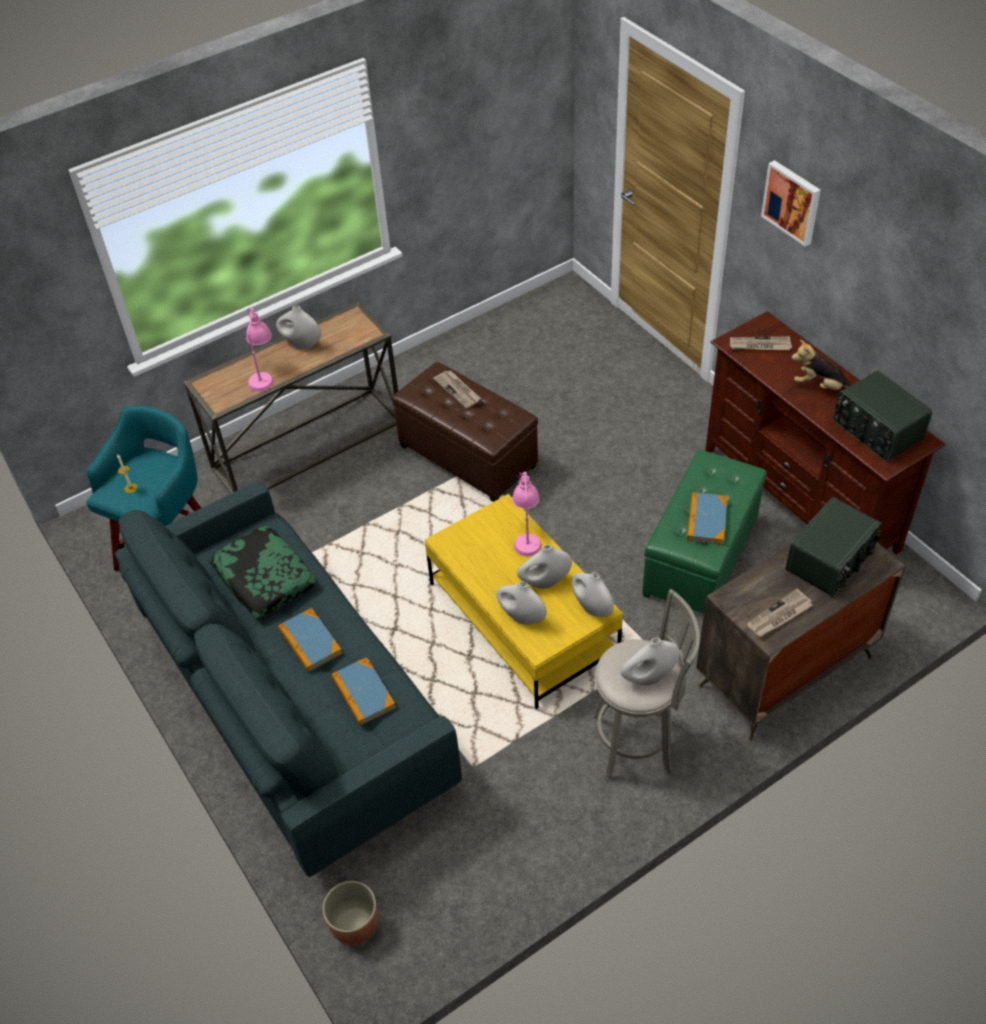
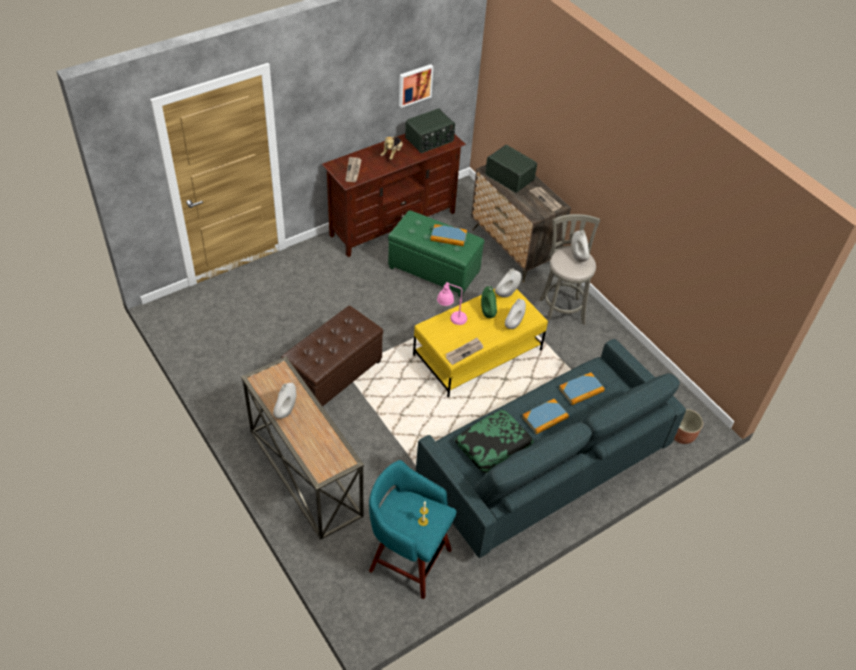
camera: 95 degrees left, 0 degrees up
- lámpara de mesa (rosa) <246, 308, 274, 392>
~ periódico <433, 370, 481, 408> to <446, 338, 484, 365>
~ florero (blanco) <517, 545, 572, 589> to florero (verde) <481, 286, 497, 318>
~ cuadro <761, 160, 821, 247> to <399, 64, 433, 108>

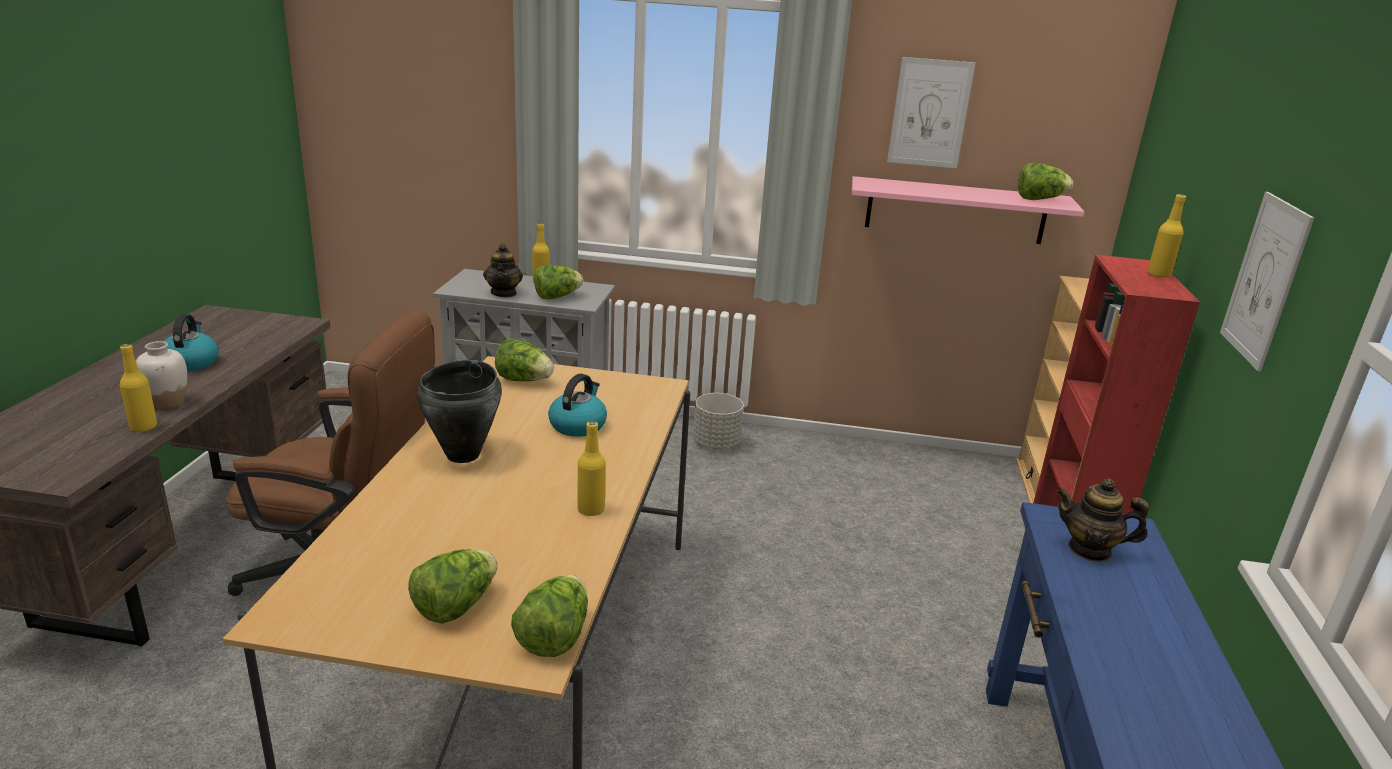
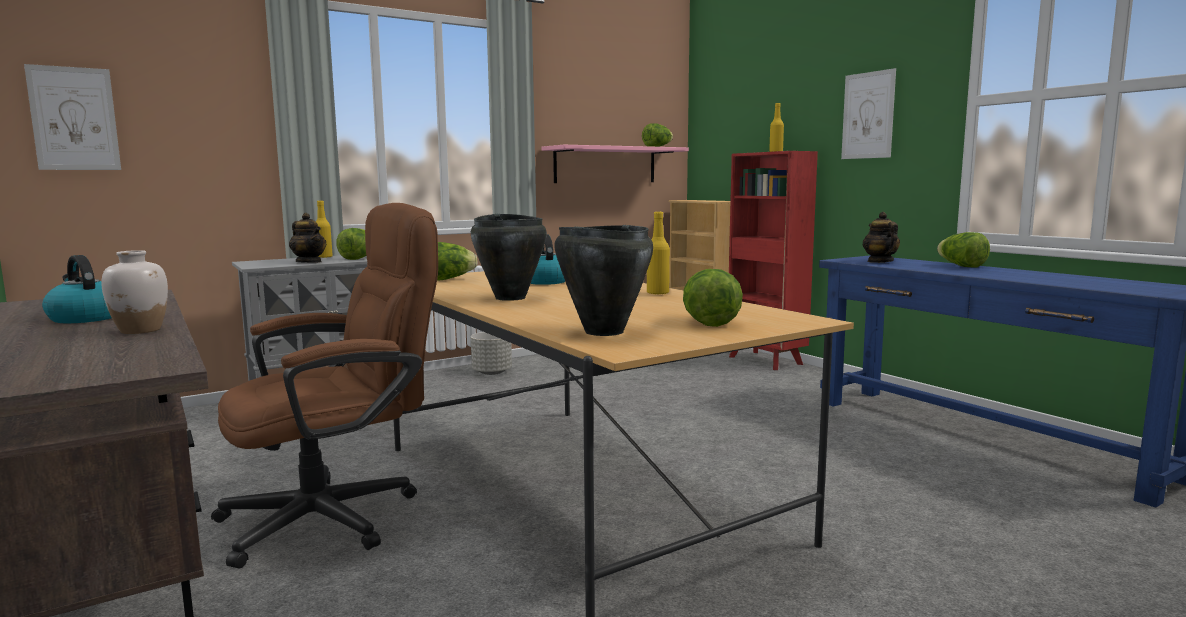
camera: 40 degrees left, 15 degrees down
- botella (amarillo) <120, 344, 157, 432>
~ lechuga <511, 575, 588, 657> to <937, 232, 990, 268>
~ cuadro <887, 57, 975, 168> to <24, 64, 121, 170>
~ tetera <1056, 479, 1149, 562> = <862, 212, 900, 263> 105 degrees clockwise
+ olla (negro) <554, 225, 653, 336>

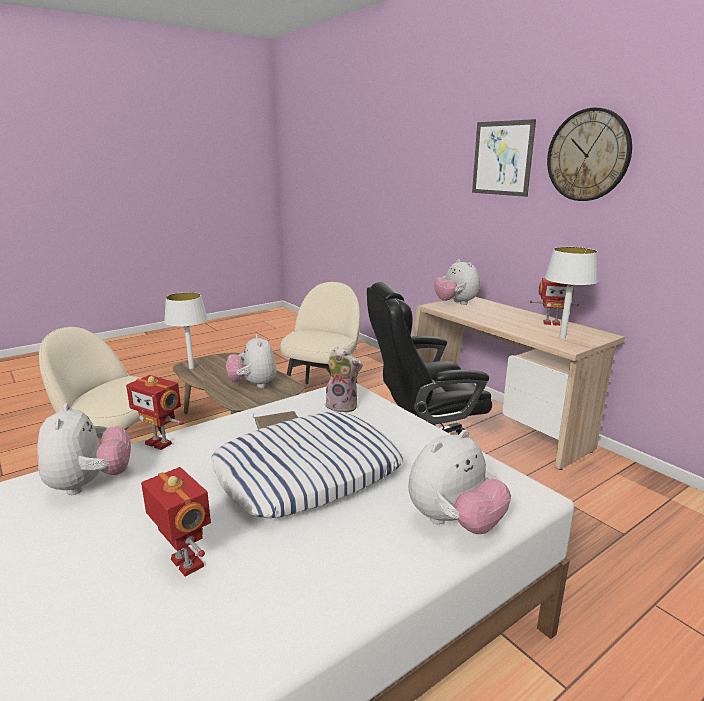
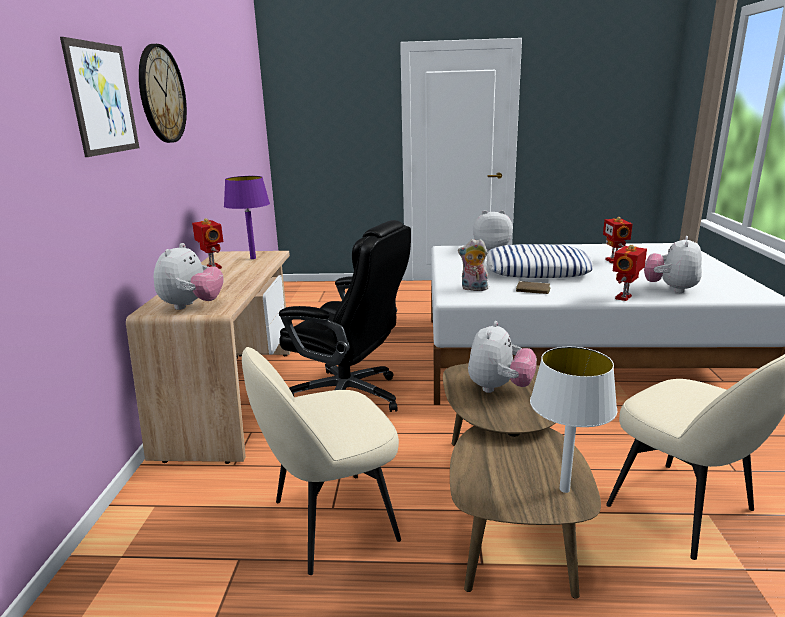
camera: 140 degrees left, 0 degrees up
~ robot de juguete <126, 375, 183, 450> = <613, 245, 647, 301> 120 degrees counterclockwise
~ peluche <325, 347, 363, 413> = <458, 239, 488, 291> 45 degrees counterclockwise
~ lámpara de mesa (blanco) <545, 247, 598, 339> to lámpara de mesa (morado) <224, 176, 270, 259>

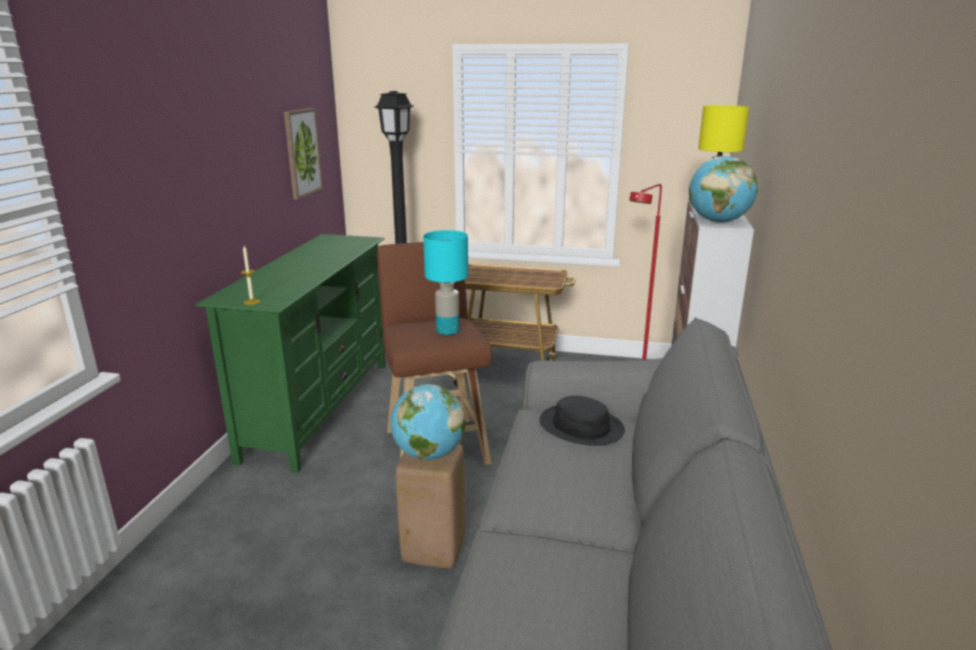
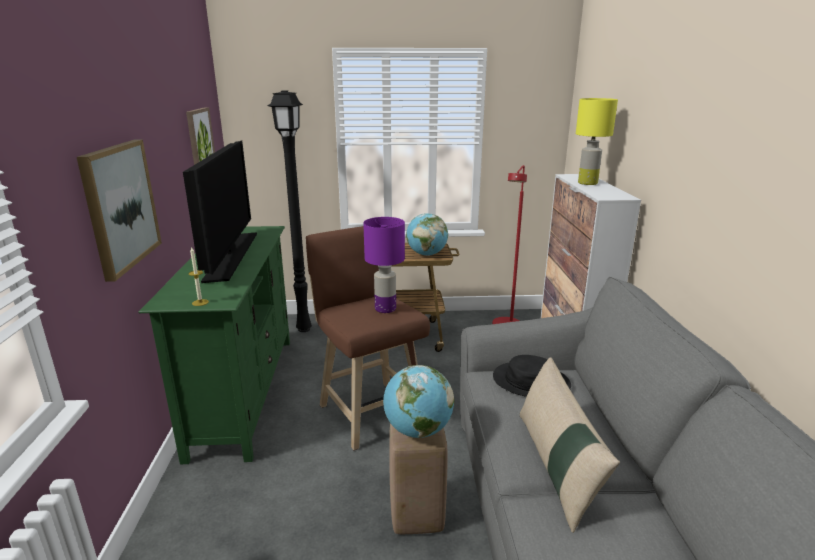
camera: 15 degrees left, 0 degrees up
~ lámpara de mesa (turquesa) <423, 230, 468, 335> to lámpara de mesa (morado) <363, 217, 405, 313>
~ globo terráqueo <689, 156, 758, 223> to <406, 213, 448, 256>
+ cuadro <77, 140, 162, 282>
+ televisor <183, 140, 257, 283>
+ cojín (beis) <520, 357, 620, 533>

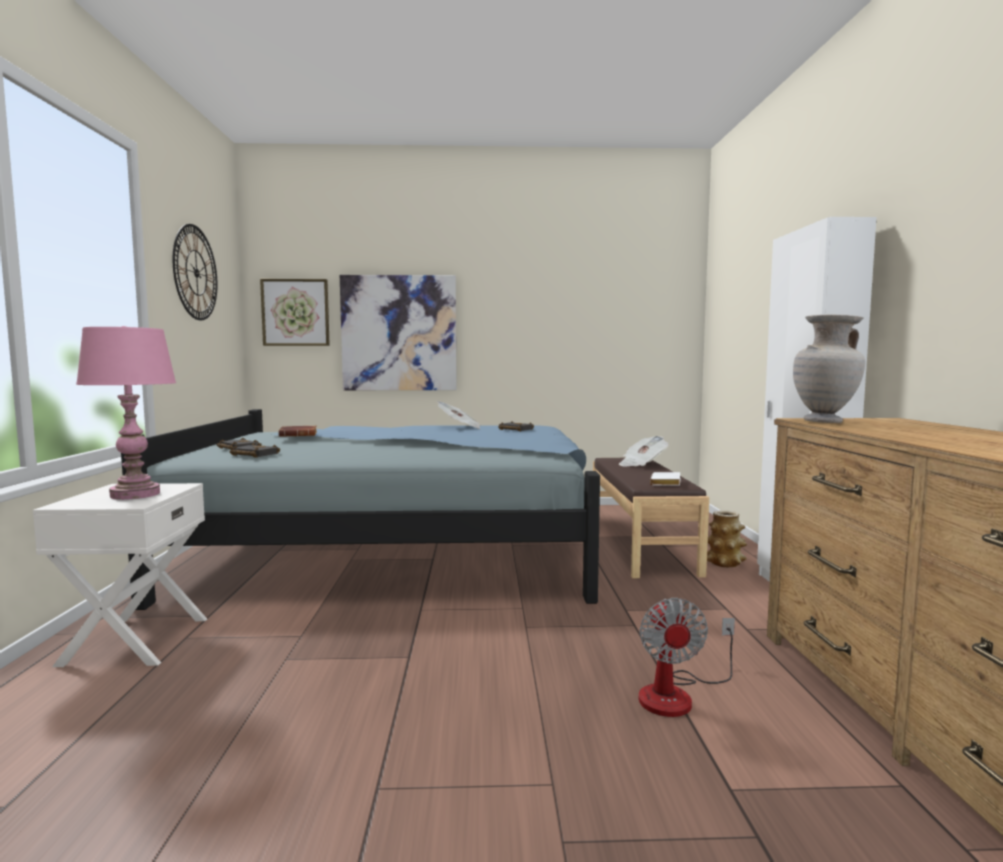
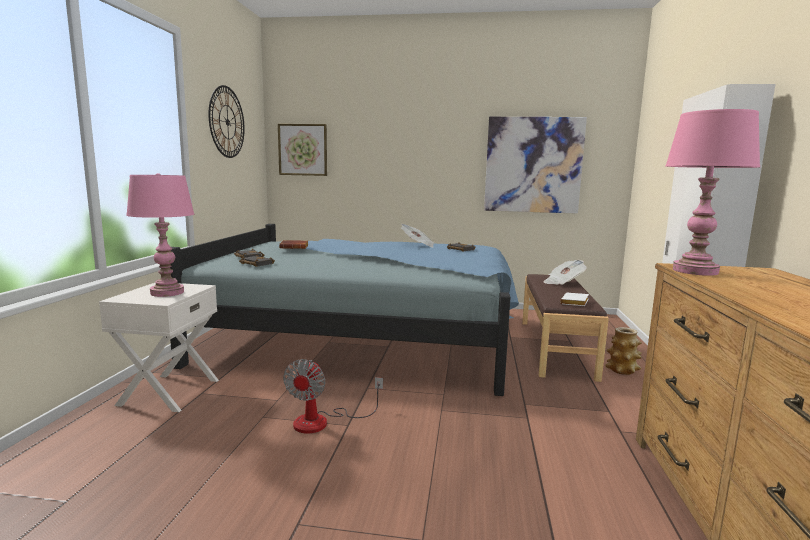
camera: 10 degrees right, 5 degrees up
~ cuadro <340, 275, 457, 390> to <484, 117, 587, 214>
~ ventilador <639, 598, 735, 717> to <283, 359, 383, 434>
~ florero (beis) <793, 315, 865, 423> to lámpara de mesa (rosa) <665, 109, 760, 276>

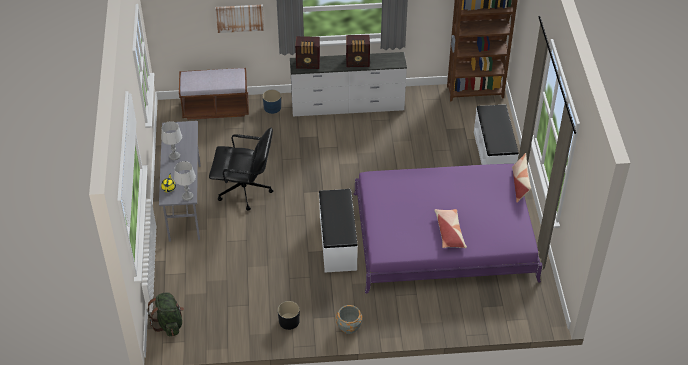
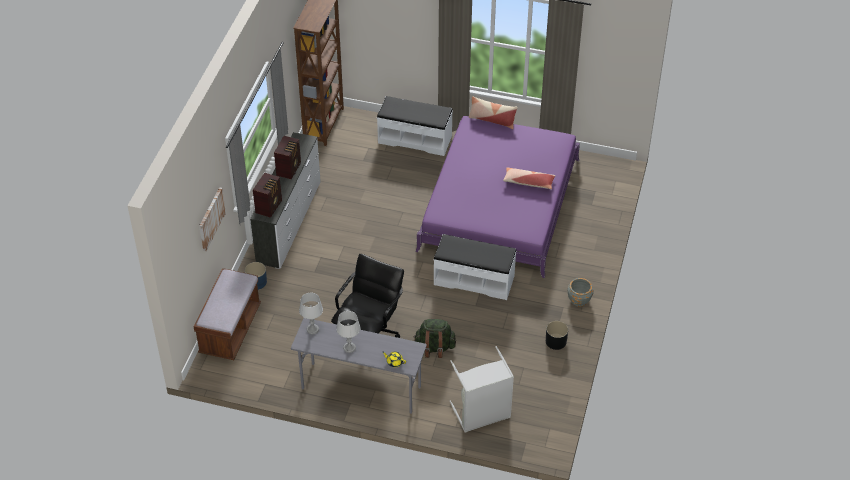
camera: 70 degrees left, 0 degrees up
~ mochila (verde) <147, 293, 184, 336> to <413, 319, 456, 358>
~ lámpara de mesa (gris) <174, 161, 196, 201> to <299, 293, 323, 334>
+ cesto de la ropa (gris) <450, 346, 514, 433>

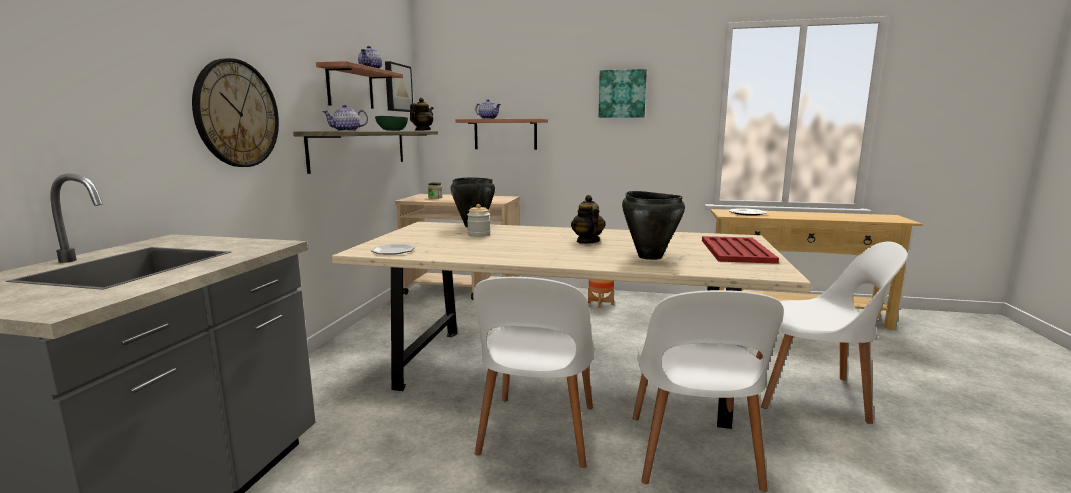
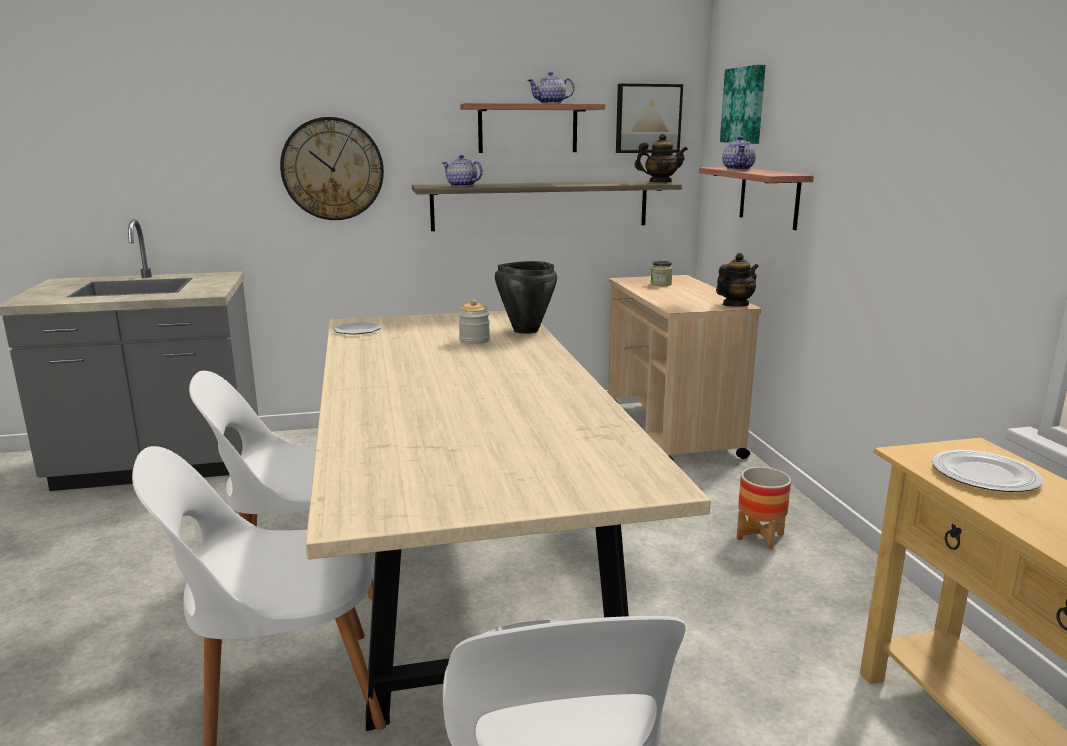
camera: 65 degrees right, 5 degrees up
- cuenco (verde) <375, 116, 408, 131>
~ tetera <571, 195, 605, 244> to <716, 253, 759, 307>
~ cuadro <599, 69, 647, 118> to <720, 64, 766, 144>
- olla (negro) <622, 191, 685, 260>
- bandeja (rojo) <702, 236, 779, 264>

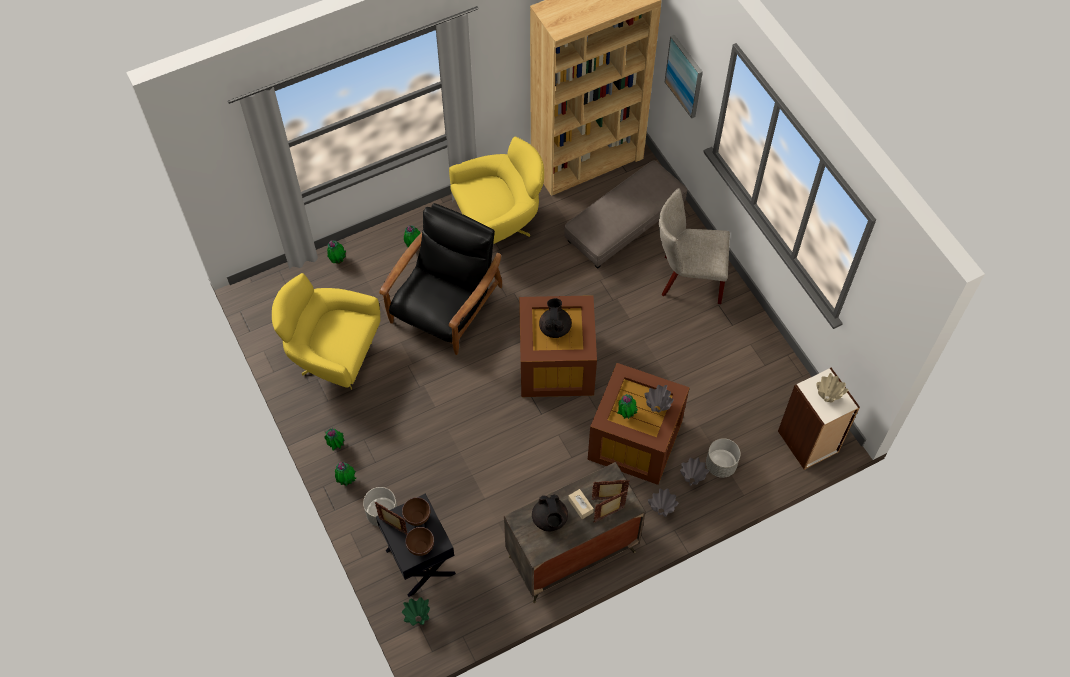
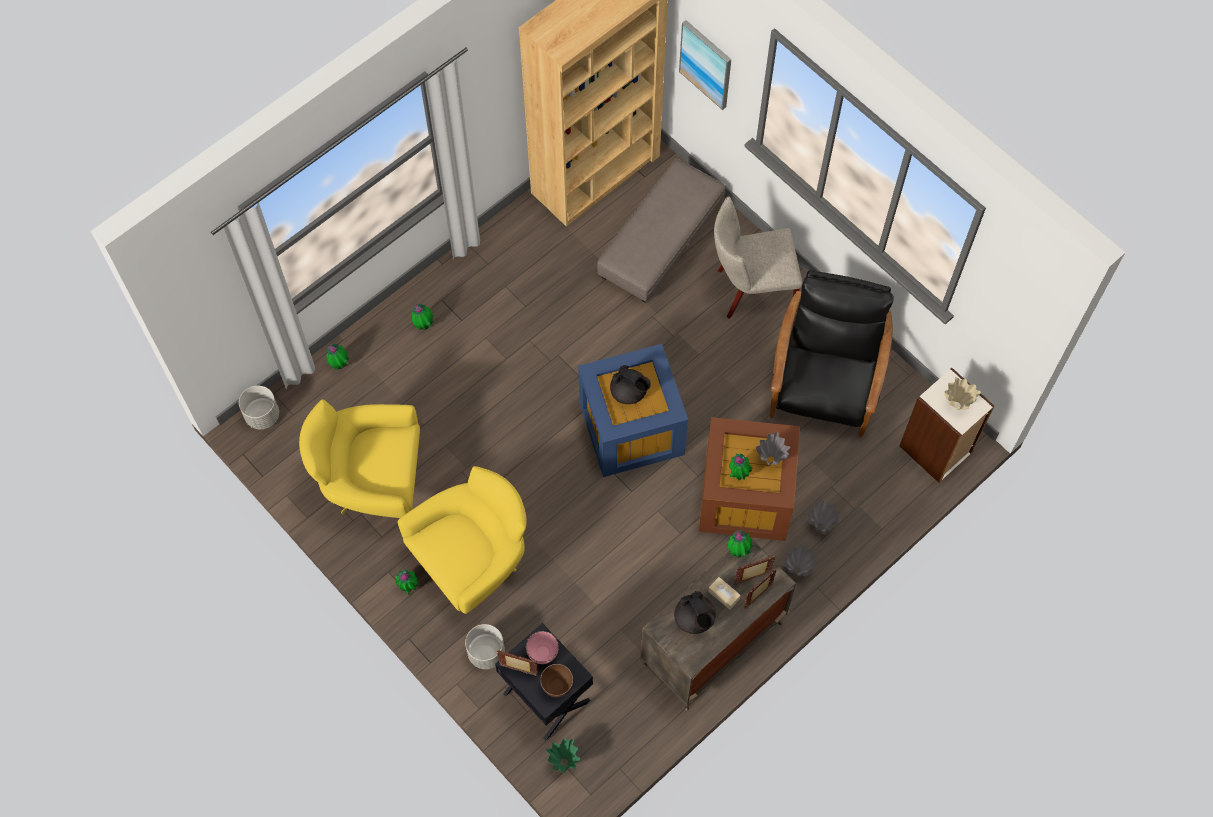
camera: 15 degrees left, 5 degrees up
~ planta en maceta <335, 462, 356, 486> to <727, 530, 754, 558>
~ sillón (negro) <379, 203, 502, 355> to <770, 270, 894, 438>
~ cuenco (marrón) <402, 497, 430, 526> to cuenco (rosa) <526, 631, 559, 664>
~ sillón (amarillo) <449, 136, 544, 244> to <398, 466, 527, 614>
~ caja de almacenaje (marrón) <519, 295, 597, 397> to caja de almacenaje (azul) <578, 344, 688, 477>
~ tetera (negro) <539, 298, 572, 338> = <610, 365, 651, 404> 135 degrees clockwise
~ maceta (gris) <706, 438, 741, 478> to <239, 386, 279, 429>

